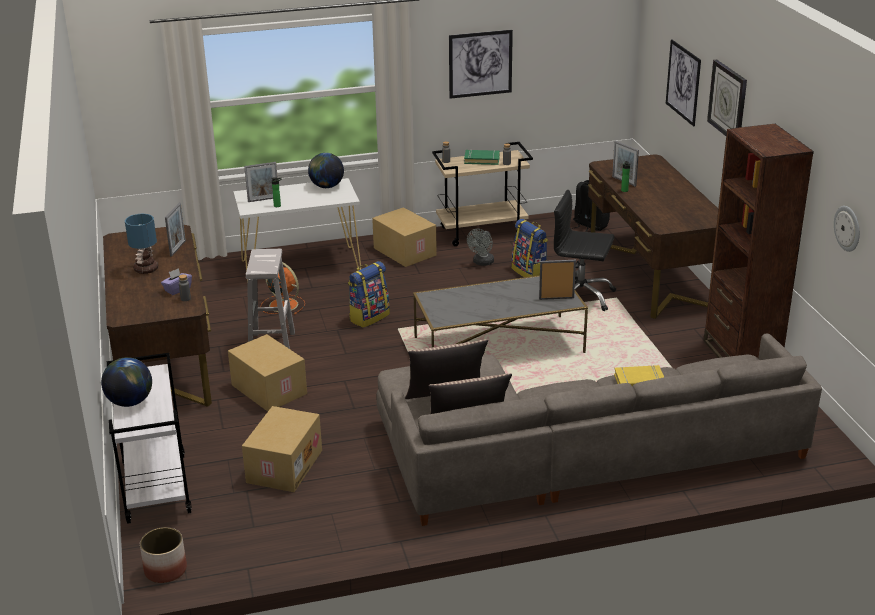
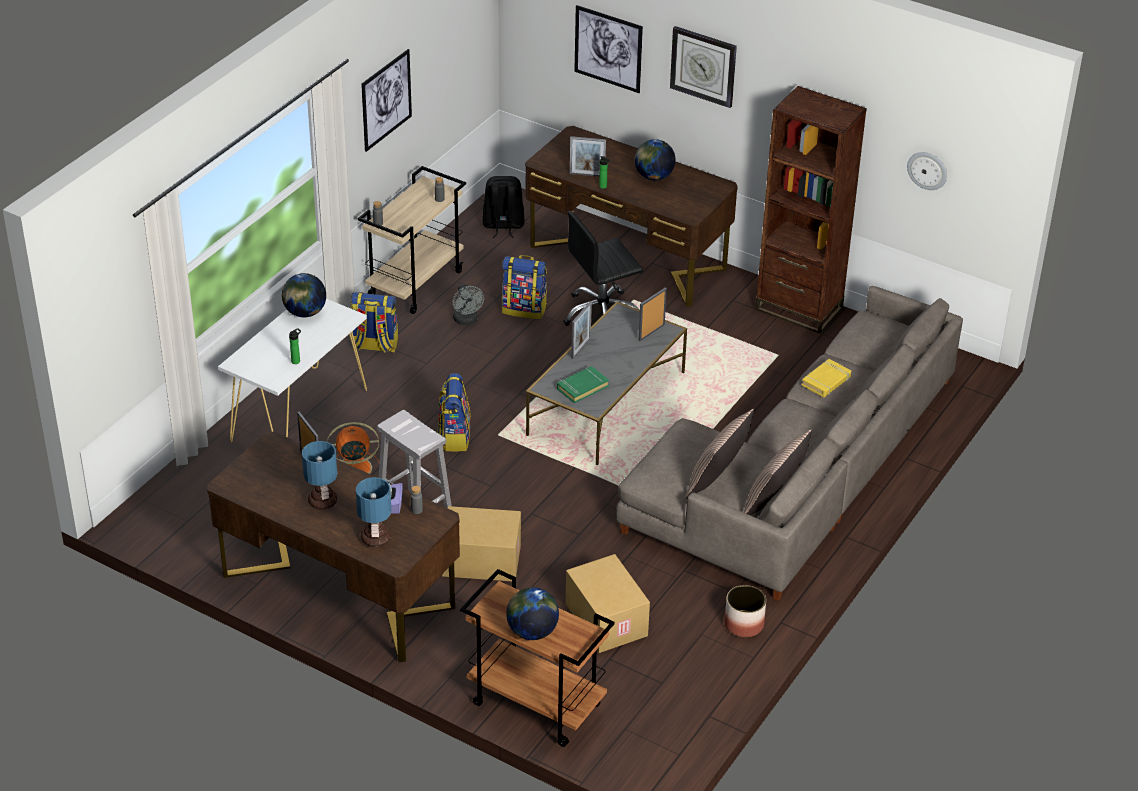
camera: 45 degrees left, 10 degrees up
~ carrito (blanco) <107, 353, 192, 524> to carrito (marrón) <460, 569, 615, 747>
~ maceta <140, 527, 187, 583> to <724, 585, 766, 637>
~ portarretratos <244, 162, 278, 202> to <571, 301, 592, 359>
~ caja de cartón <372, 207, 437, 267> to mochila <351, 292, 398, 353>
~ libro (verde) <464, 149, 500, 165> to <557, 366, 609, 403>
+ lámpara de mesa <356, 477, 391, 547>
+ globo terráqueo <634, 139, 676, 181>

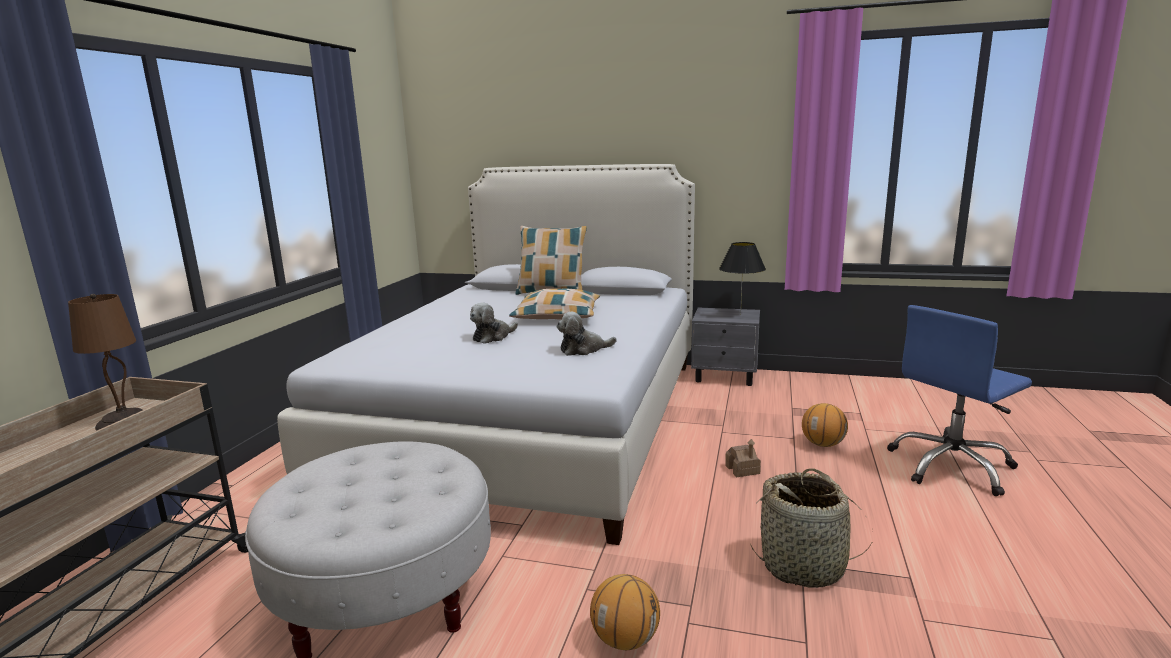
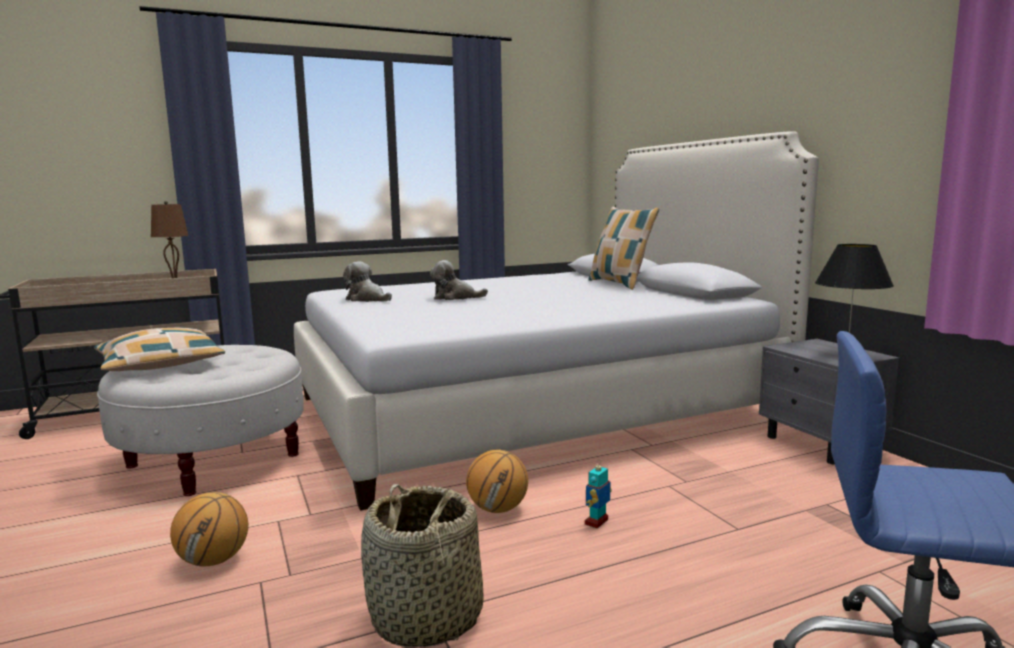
camera: 50 degrees right, 5 degrees down
~ cojín <509, 289, 600, 320> to <94, 328, 226, 371>
~ peluche <557, 312, 617, 356> to <343, 261, 392, 302>
~ casita <725, 439, 761, 477> to robot de juguete <585, 461, 612, 529>
~ balón de baloncesto <802, 403, 848, 447> to <466, 450, 528, 513>

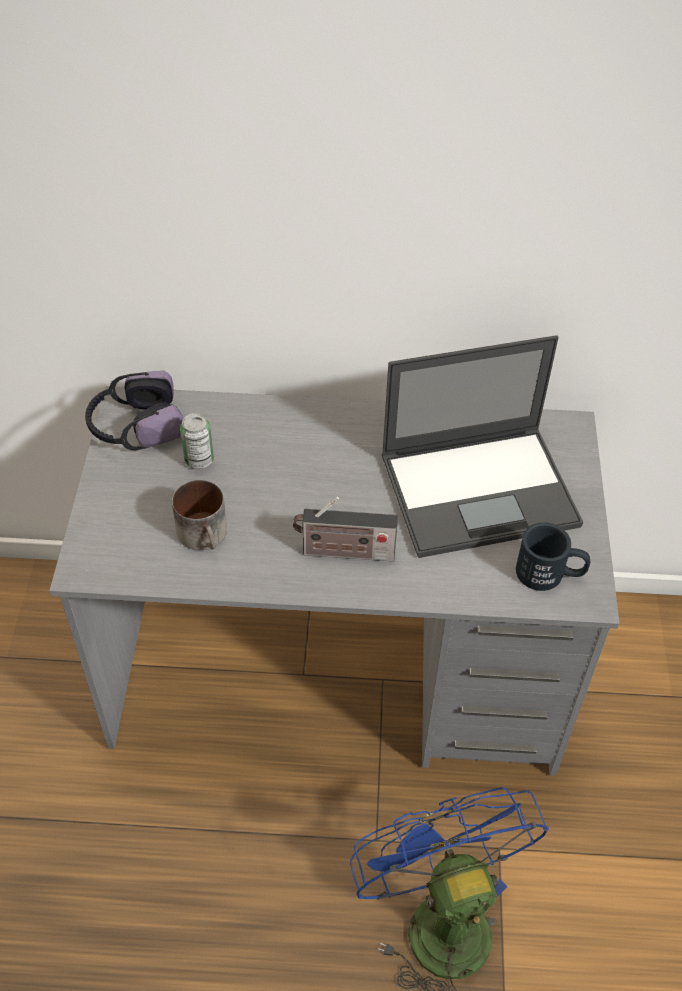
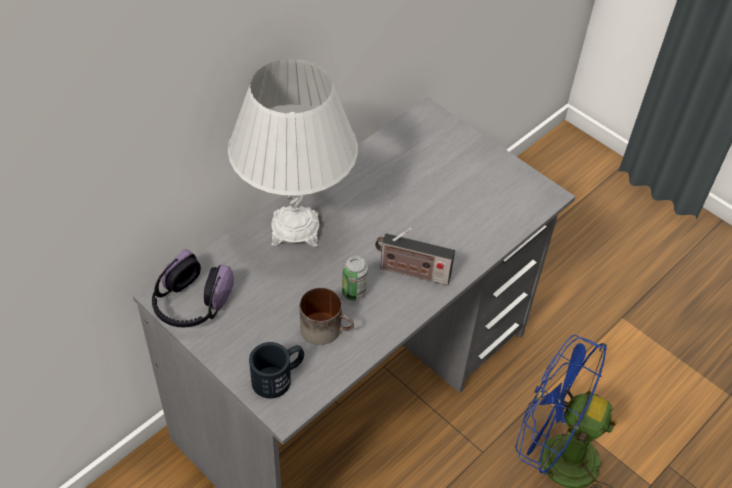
camera: 50 degrees left, 0 degrees up
~ lata <180, 413, 214, 469> to <342, 256, 368, 301>
~ radio <293, 497, 398, 561> = <375, 228, 455, 285> 60 degrees clockwise
- portátil <381, 335, 583, 558>
~ taza grande (negro) <516, 522, 590, 591> to <249, 342, 304, 399>
+ lámpara de mesa (blanco) <228, 59, 358, 247>

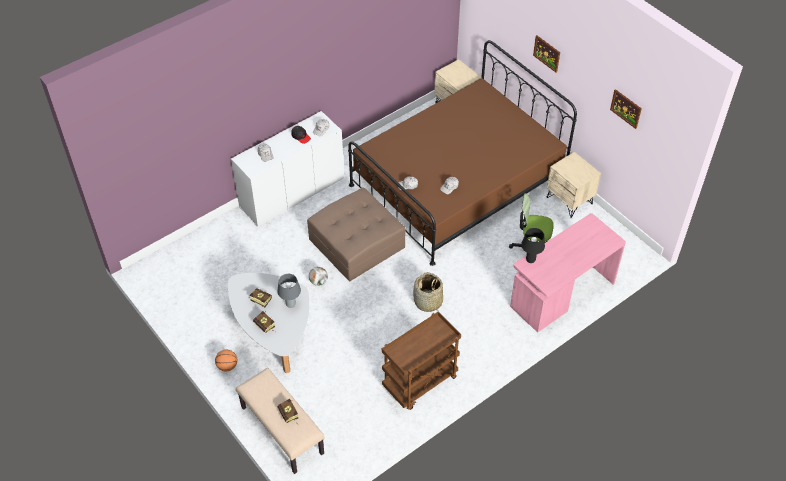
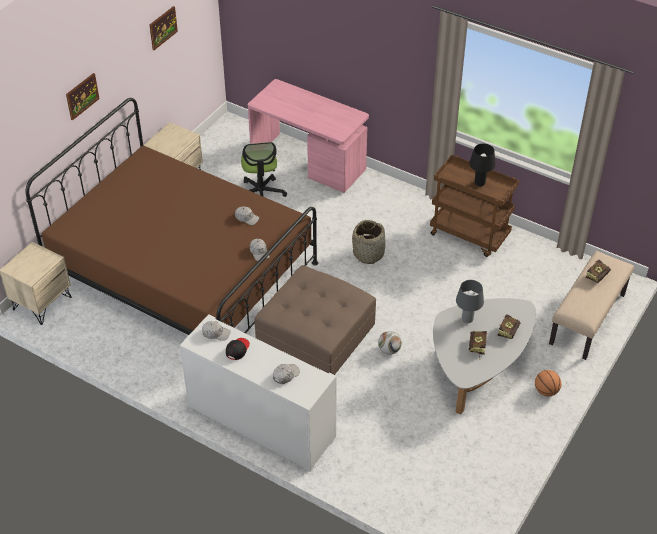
camera: 110 degrees left, 5 degrees down
~ lámpara de mesa (negro) <521, 228, 545, 263> to <469, 144, 495, 186>

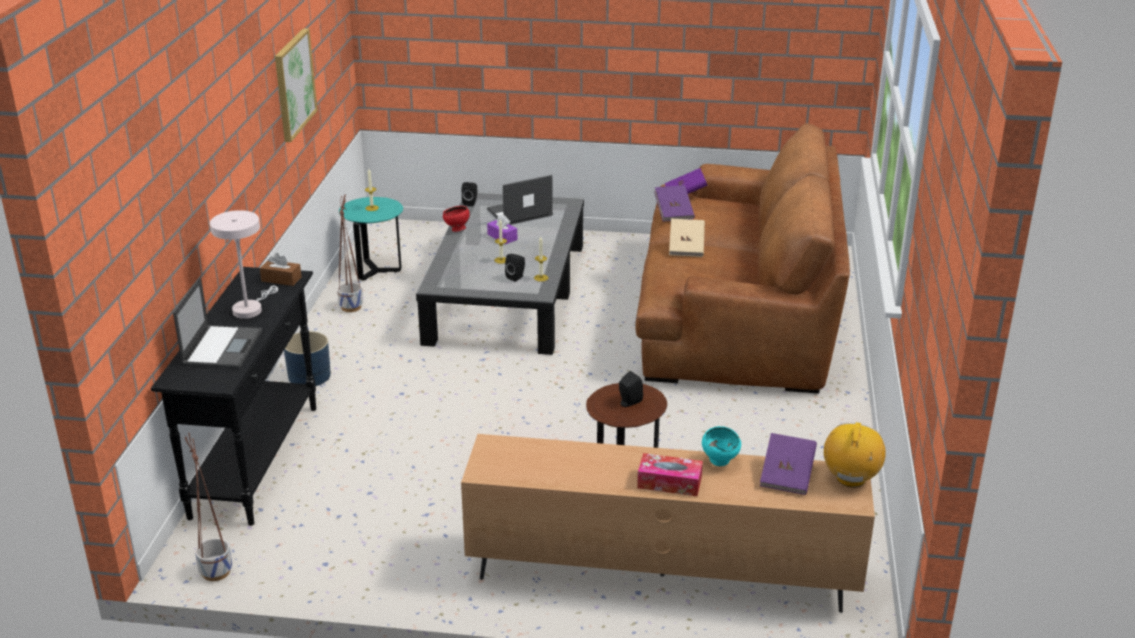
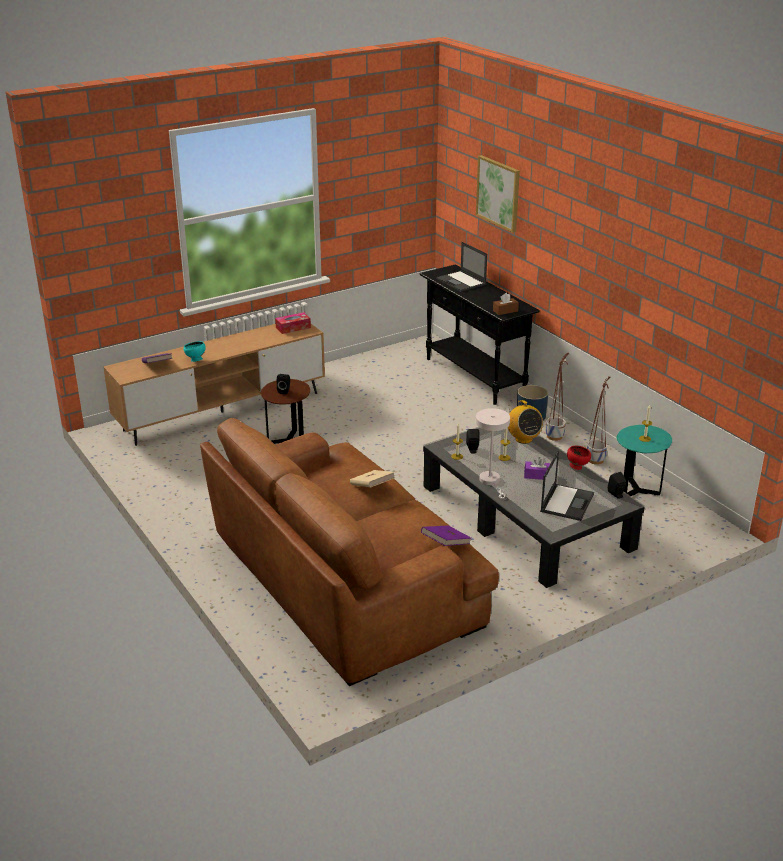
camera: 140 degrees right, 0 degrees up
~ maceta <185, 432, 232, 581> to <545, 353, 569, 441>
~ lámpara de mesa (blanco) <210, 210, 278, 319> to <476, 408, 510, 499>
~ cuadro <275, 28, 318, 142> to <476, 155, 520, 233>
~ caja de pañuelos <637, 453, 703, 496> to <275, 312, 311, 334>
- libro (morado) <654, 185, 695, 221>
~ radio <824, 422, 886, 487> to <508, 400, 543, 444>

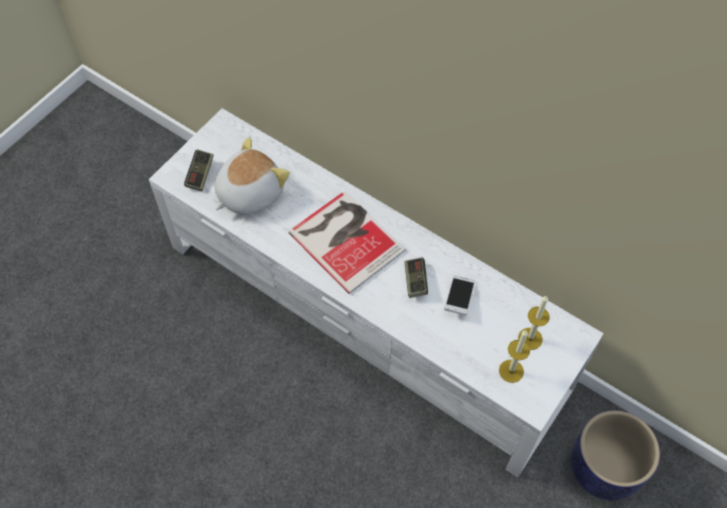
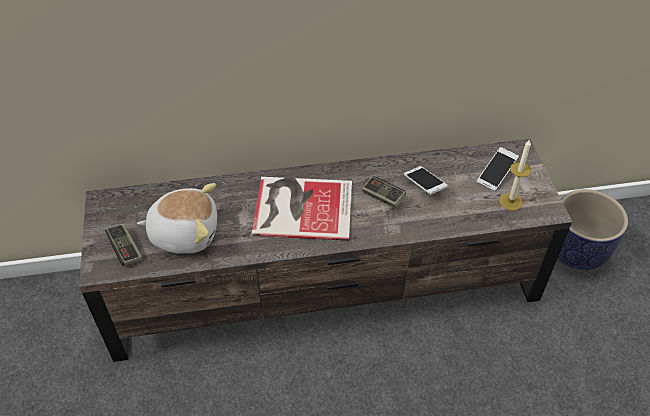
camera: 45 degrees left, 10 degrees down
~ mueble de televisión (blanco) <149, 108, 604, 477> to mueble de televisión (marrón) <79, 139, 572, 362>
~ peluche <215, 137, 290, 215> = <137, 183, 217, 253> 90 degrees clockwise
~ vela <518, 295, 550, 350> to móvil <477, 147, 519, 192>

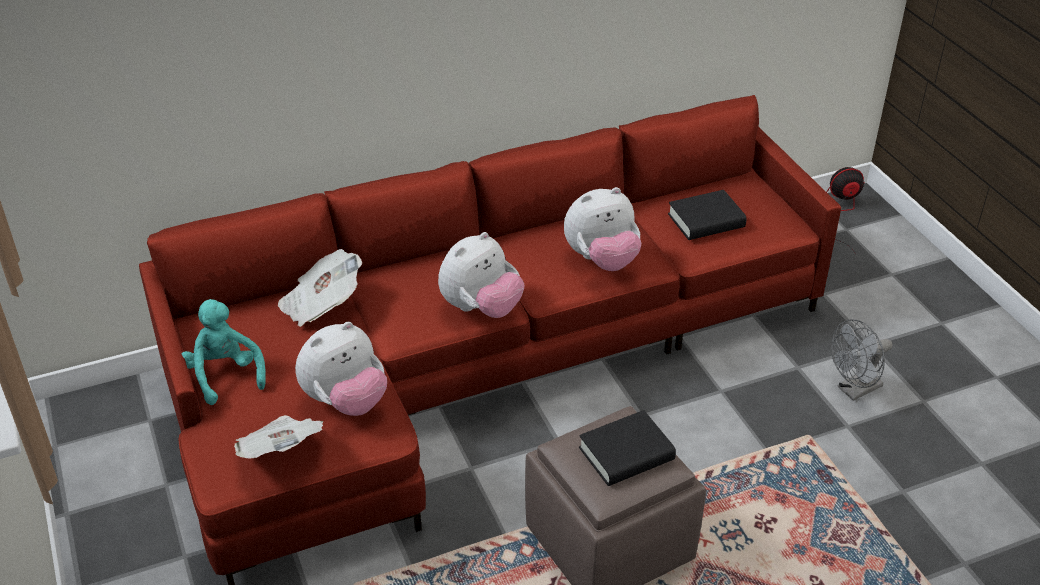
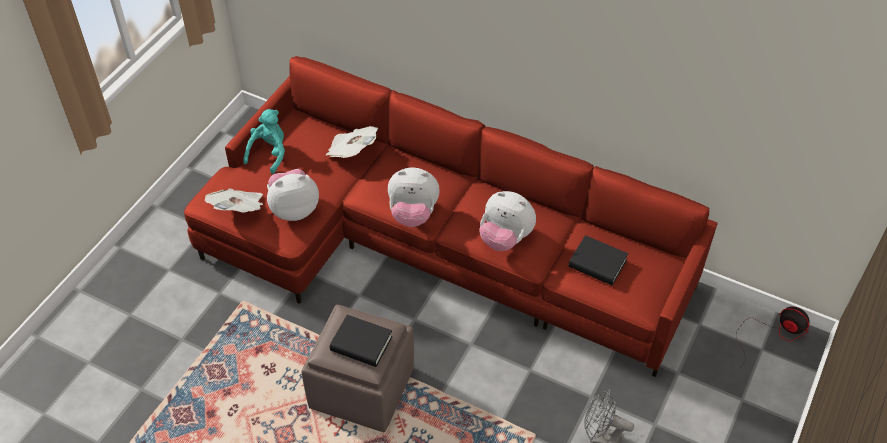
camera: 50 degrees right, 10 degrees up
~ peluche <295, 322, 387, 416> = <267, 169, 319, 221> 150 degrees clockwise

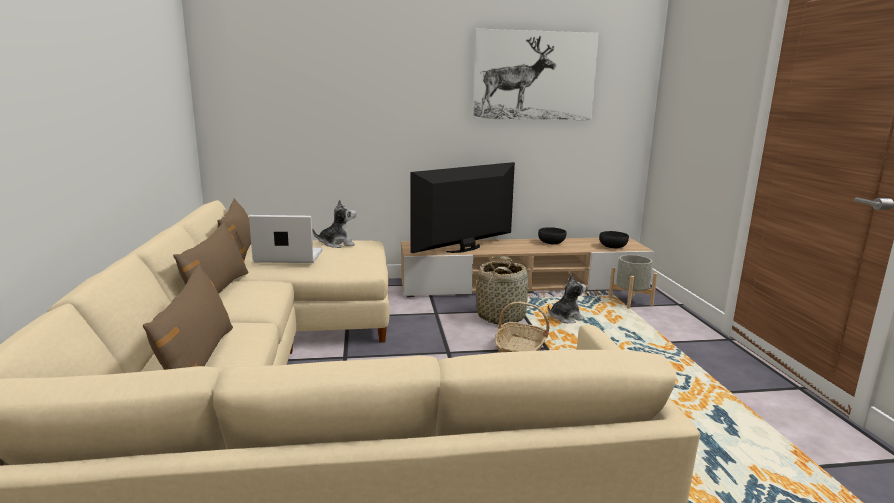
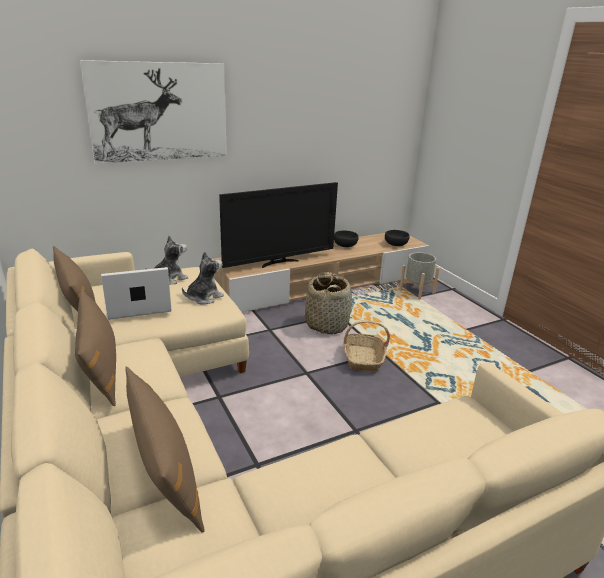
camera: 20 degrees left, 10 degrees up
~ televisor <411, 162, 515, 253> = <219, 182, 338, 268> 150 degrees counterclockwise
~ cuadro <473, 29, 599, 120> to <80, 60, 227, 164>
~ peluche <548, 274, 586, 323> to <182, 251, 224, 305>

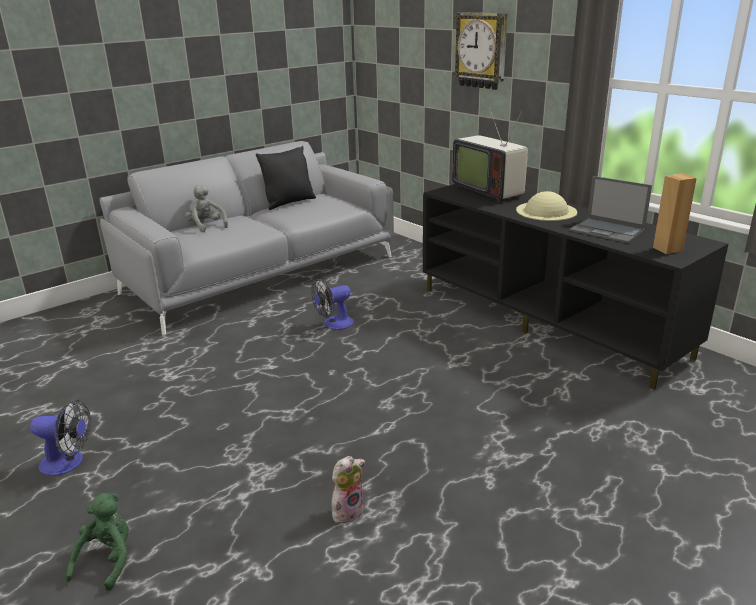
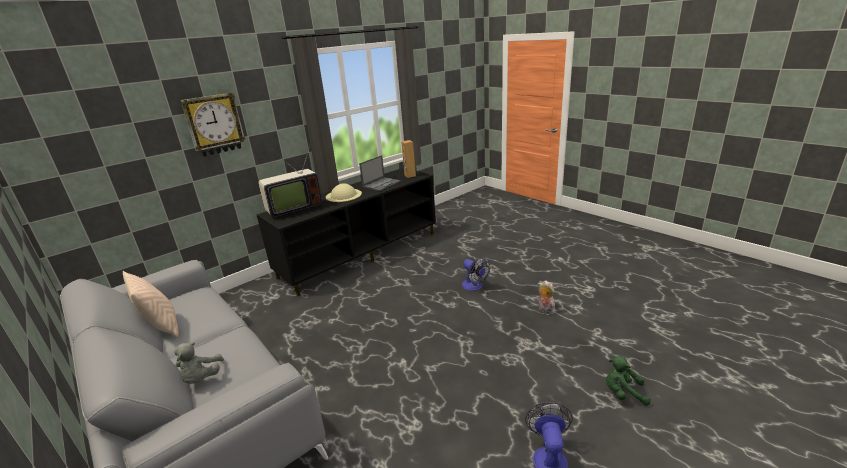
camera: 90 degrees left, 0 degrees up
~ peluche (gris) <185, 185, 228, 233> = <174, 342, 224, 384> 60 degrees counterclockwise
~ cojín (negro) <256, 146, 316, 210> to cojín (beis) <123, 271, 179, 338>
~ ventilador <311, 279, 354, 330> to <462, 258, 490, 291>

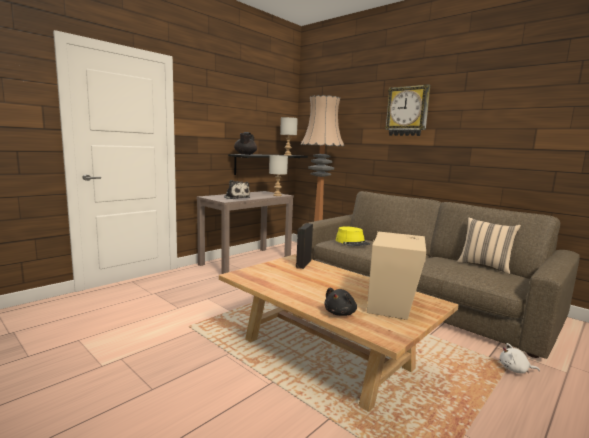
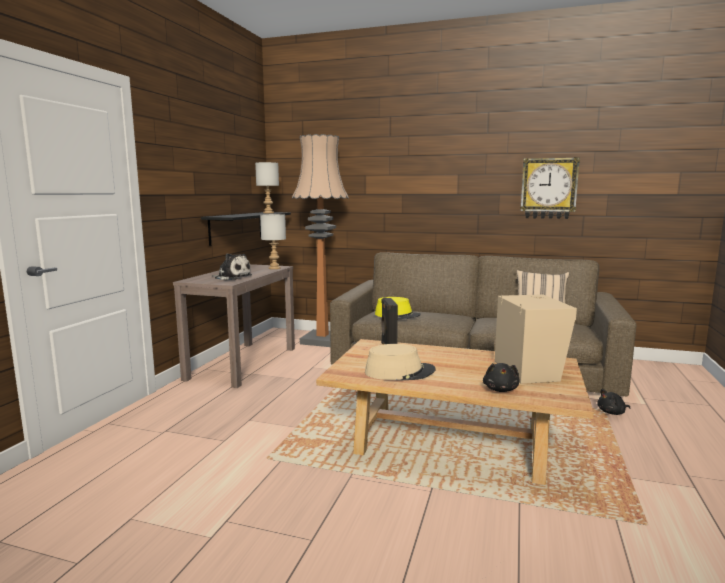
camera: 25 degrees left, 0 degrees up
- tetera (negro) <234, 132, 257, 155>
~ reloj de pared <385, 84, 430, 136> to <520, 157, 580, 219>
~ peluche (blanco) <500, 343, 540, 374> to peluche (negro) <597, 389, 630, 415>
+ sombrero (beis) <365, 344, 436, 380>

